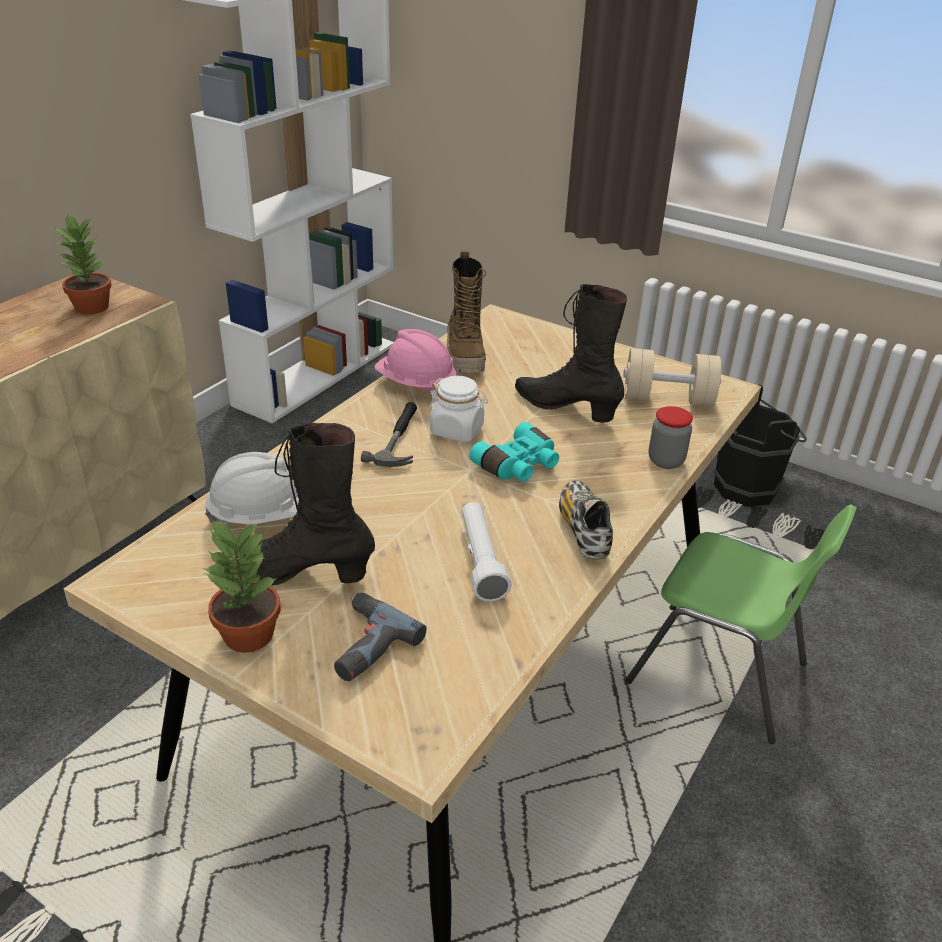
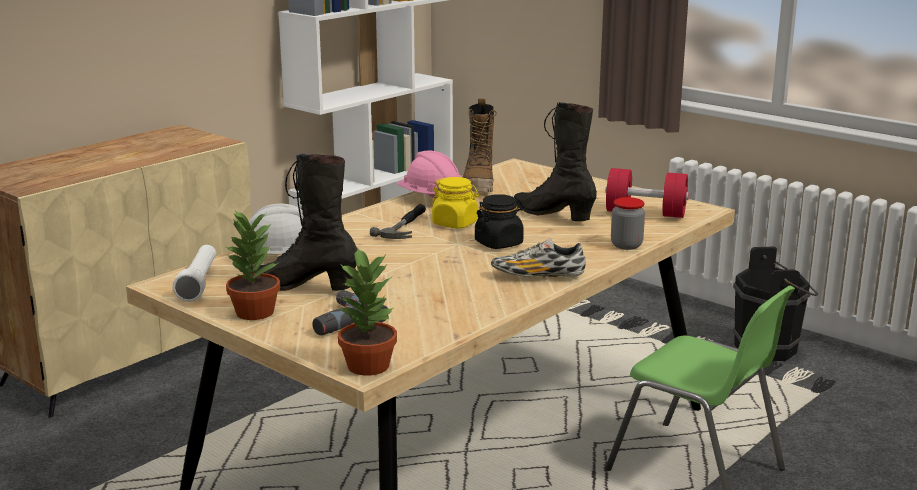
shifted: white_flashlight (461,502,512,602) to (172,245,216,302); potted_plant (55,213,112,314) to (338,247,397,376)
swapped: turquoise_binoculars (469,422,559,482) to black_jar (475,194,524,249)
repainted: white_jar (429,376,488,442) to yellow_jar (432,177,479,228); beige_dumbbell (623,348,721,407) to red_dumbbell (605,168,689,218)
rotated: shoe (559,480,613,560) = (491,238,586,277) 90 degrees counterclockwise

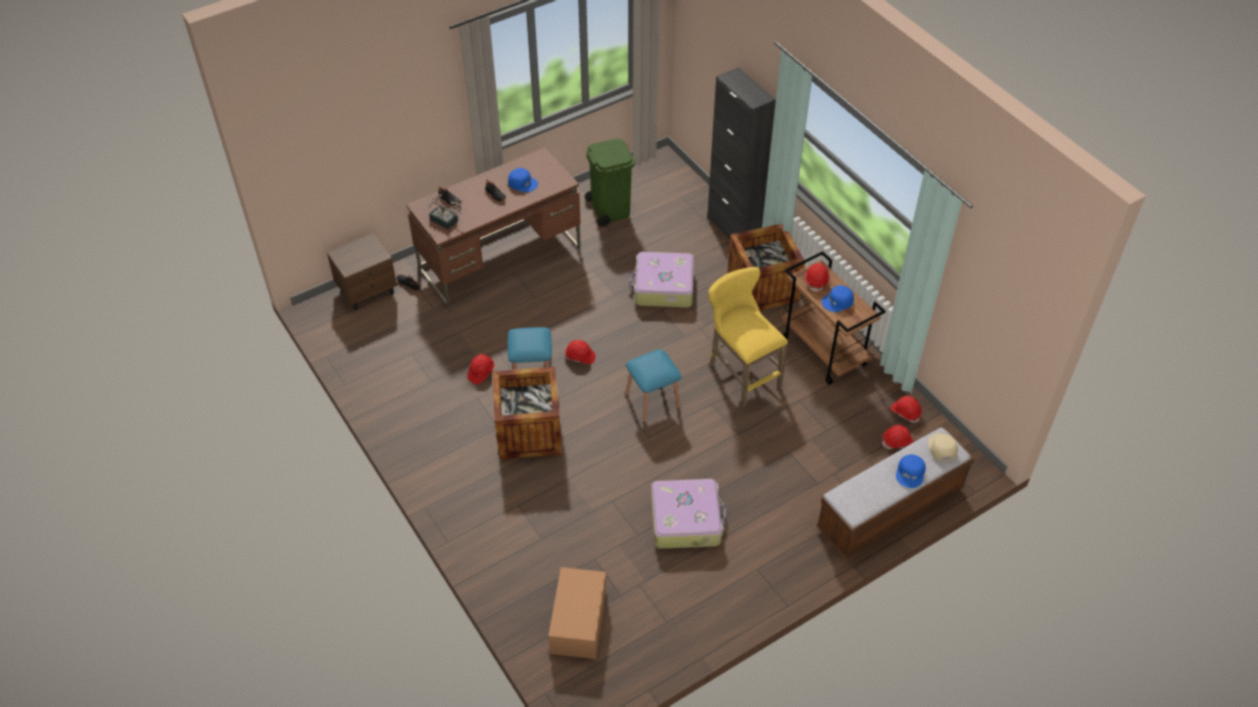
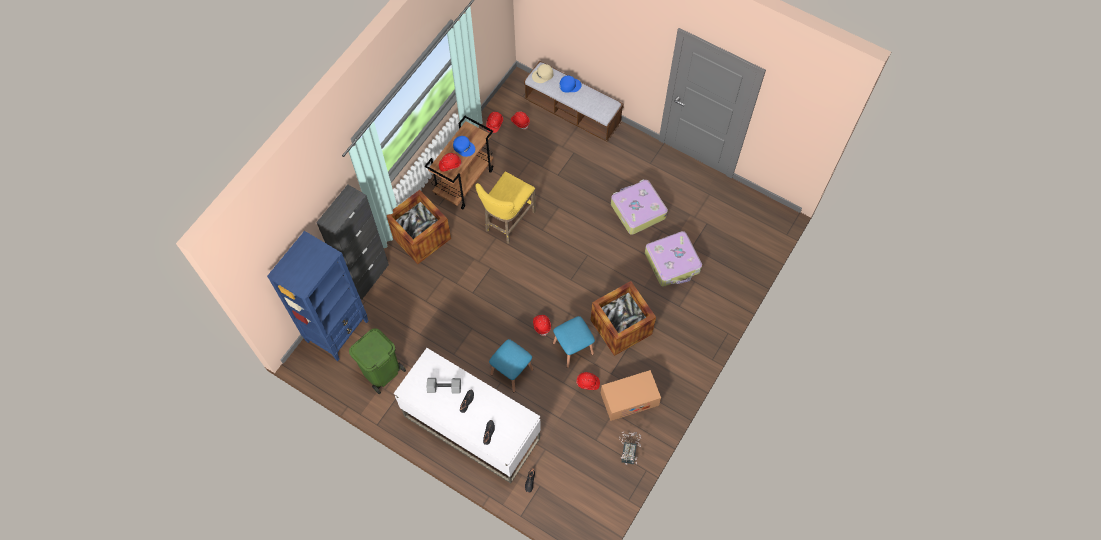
gone: brown_nightstand (327,233,397,310)
new: blue_bookcase (267,231,368,361)
shifted: blue_stool (626,349,681,423) to (489,339,533,392); cardboard_box (548,567,606,659) to (601,370,661,421); potted_plant (423,194,464,230) to (619,431,642,465); suitcase (629,252,694,307) to (645,231,702,287)
swapped: blue_cap (508,168,538,192) to grey_dumbbell (427,378,461,394)
repainted: brown_desk (406,147,581,308) to white_desk (394,348,541,484)

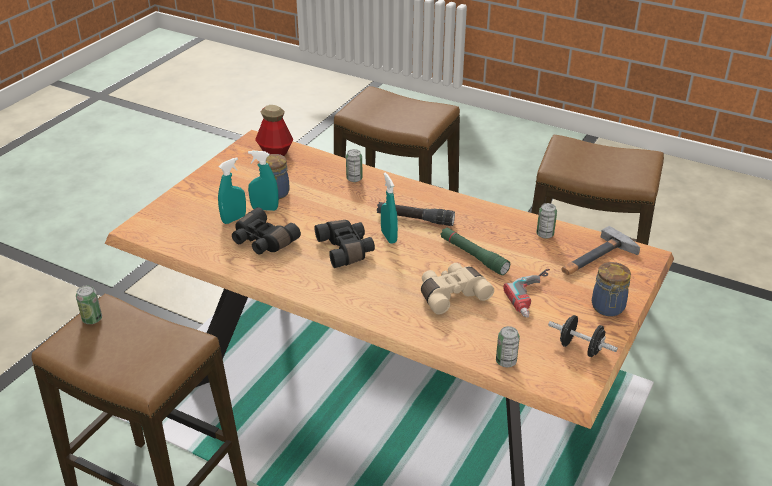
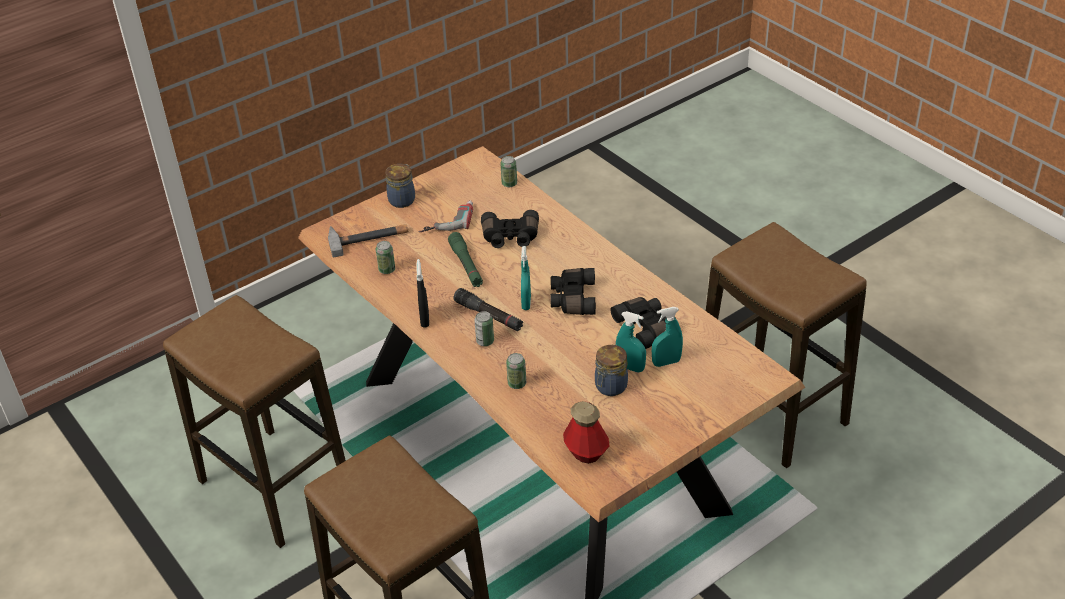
gone: black_dumbbell (548,315,618,357)
new: black_spray_bottle (416,259,429,328)
shifted: can (76,285,102,324) to (474,311,494,346)
repainted: beige_binoculars (421,263,494,315) to black_binoculars (481,210,539,248)

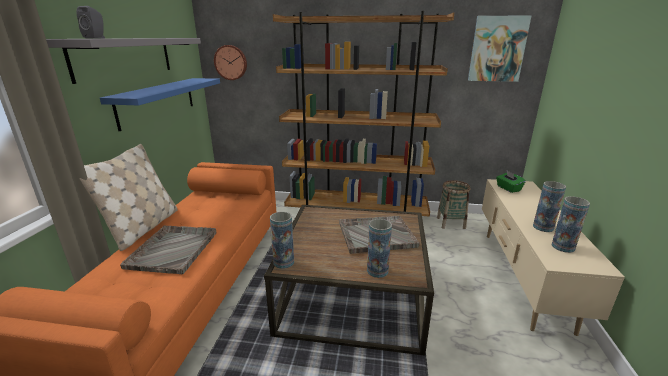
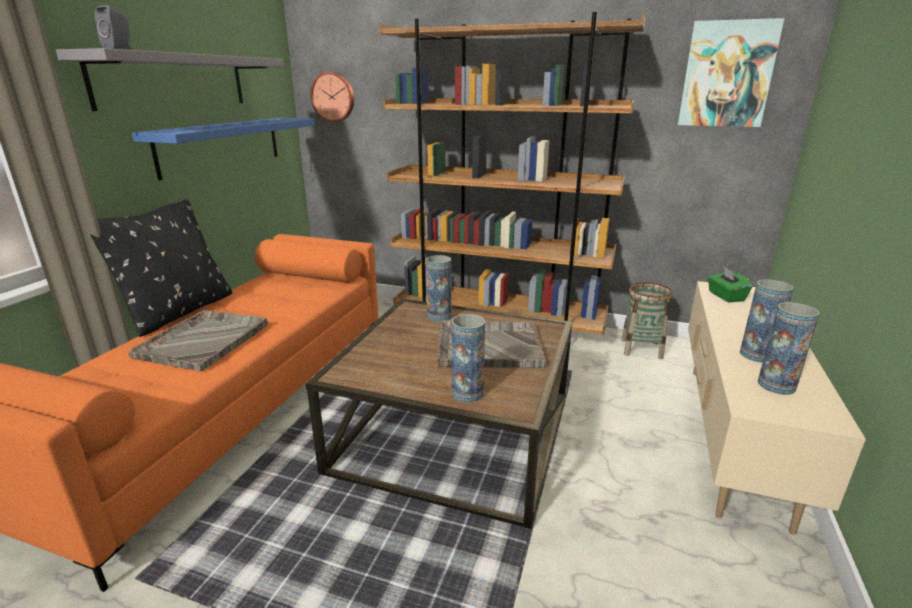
shifted: vase (270,212,294,269) to (426,255,452,322)
repainted: beige_pillow (79,144,178,251) to black_pillow (90,199,232,337)

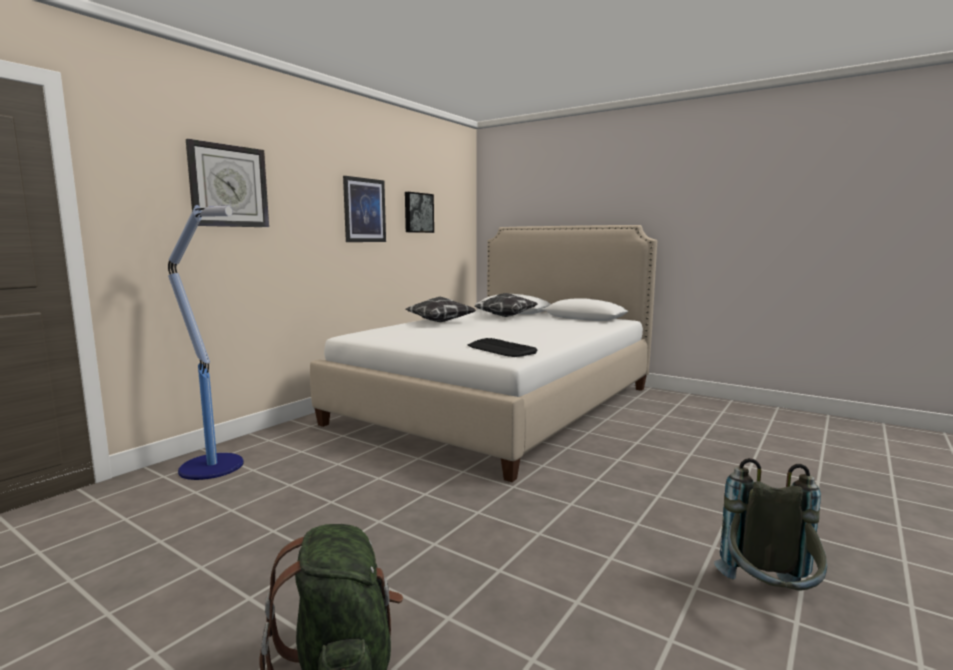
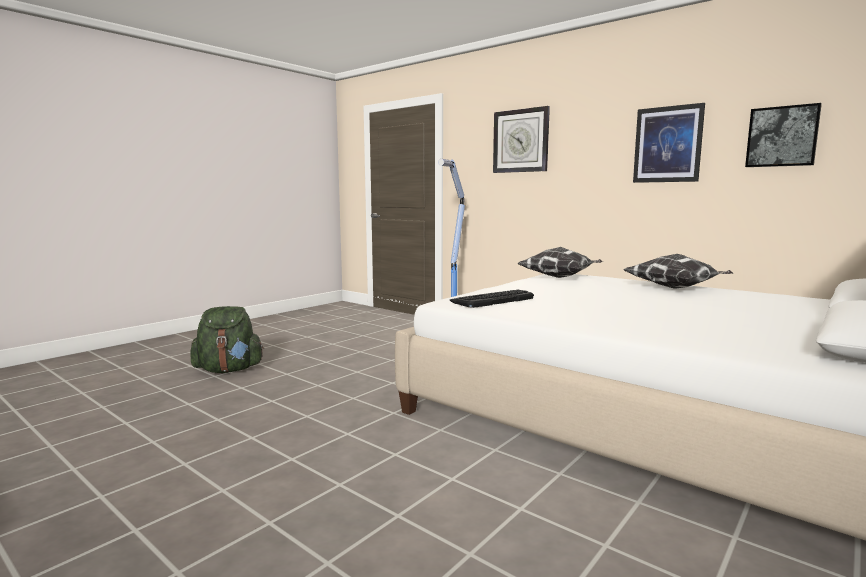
gone: grey_backpack (714,458,827,591)
shifted: pillow (475,293,537,317) to (517,247,603,278)

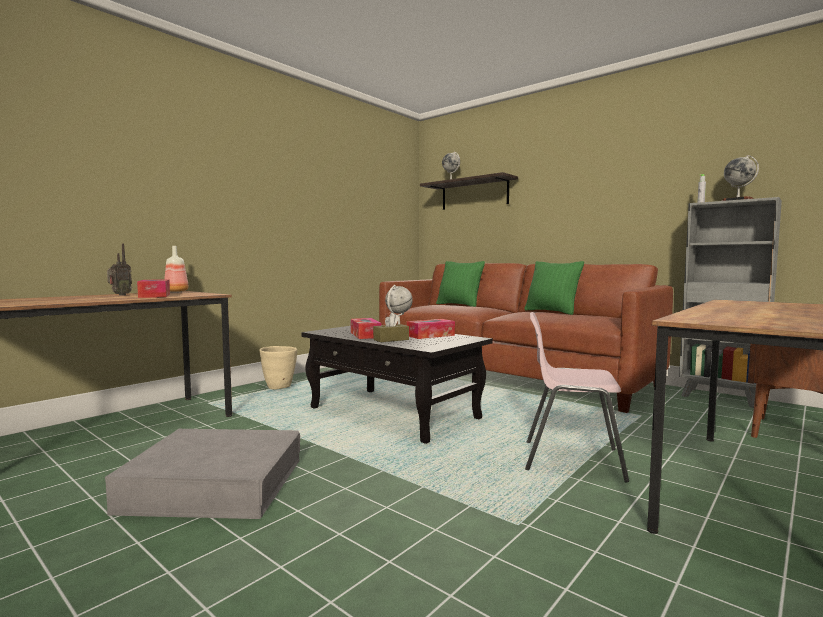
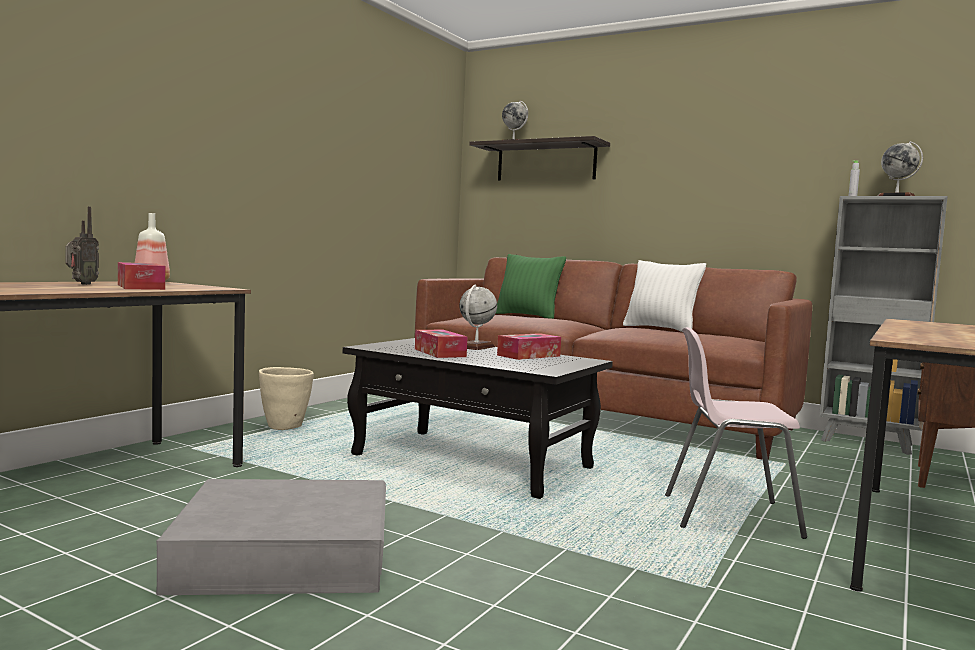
gone: brown_tissue_box (373,313,409,342)
repainted: green_pillow (524,261,584,315) to white_pillow (623,260,706,332)

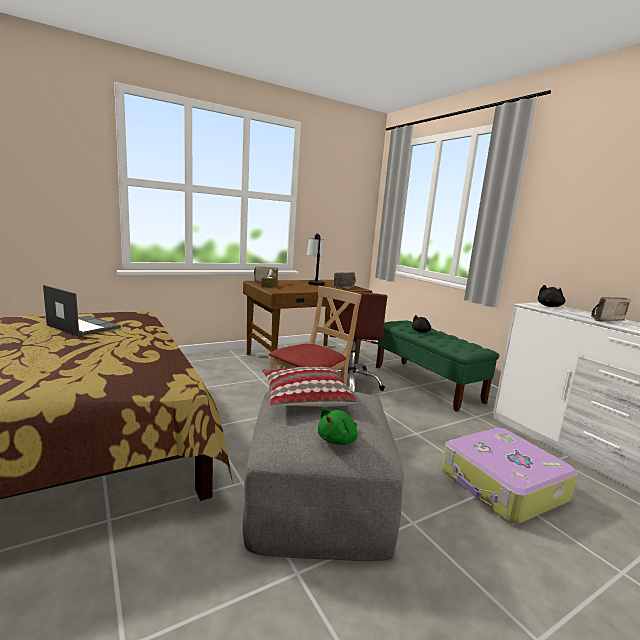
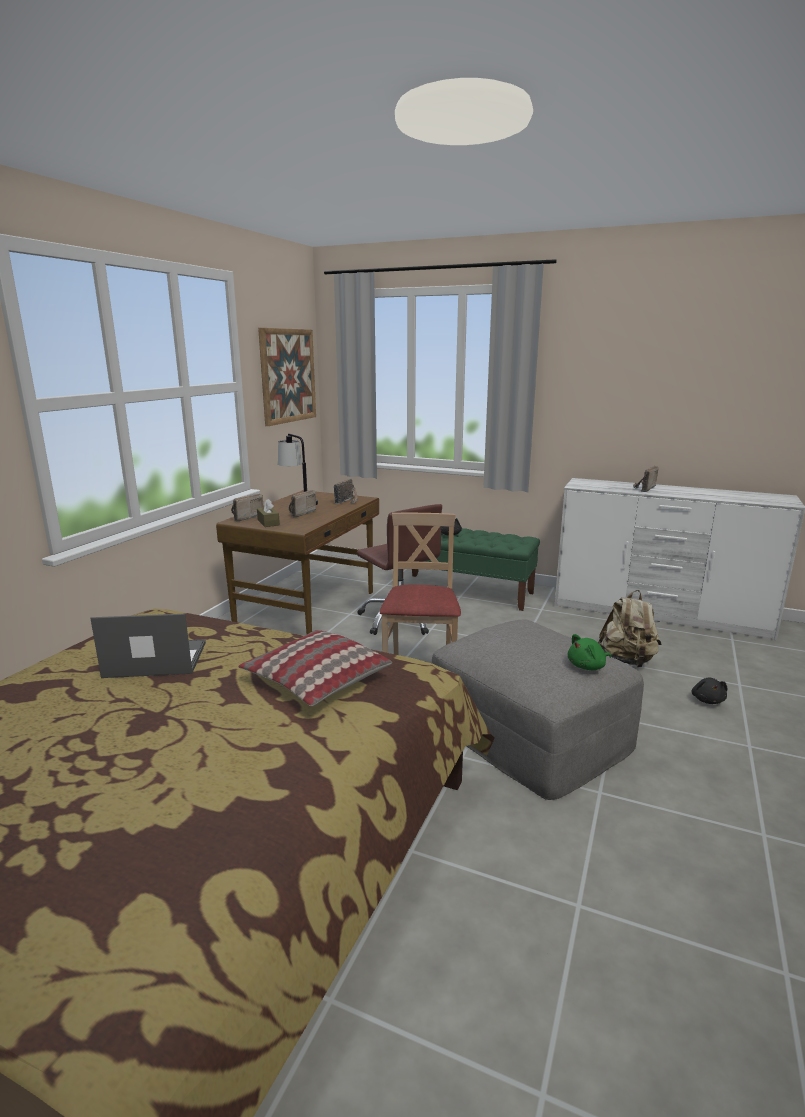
new: picture (258,328,316,426); radio (289,490,316,517)
shifted: pillow (262,367,357,407) to (238,630,392,706); black_plush_toy (538,285,565,307) to (692,678,728,704)
swapped: suitcase (441,428,578,524) to beige_backpack (598,590,661,667)
rotated: green_plush_toy (318,407,358,445) = (568,634,611,670) 60 degrees clockwise

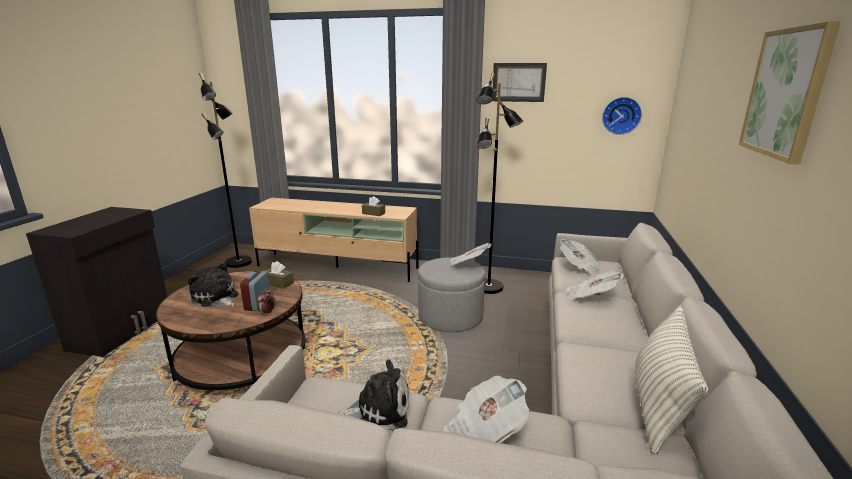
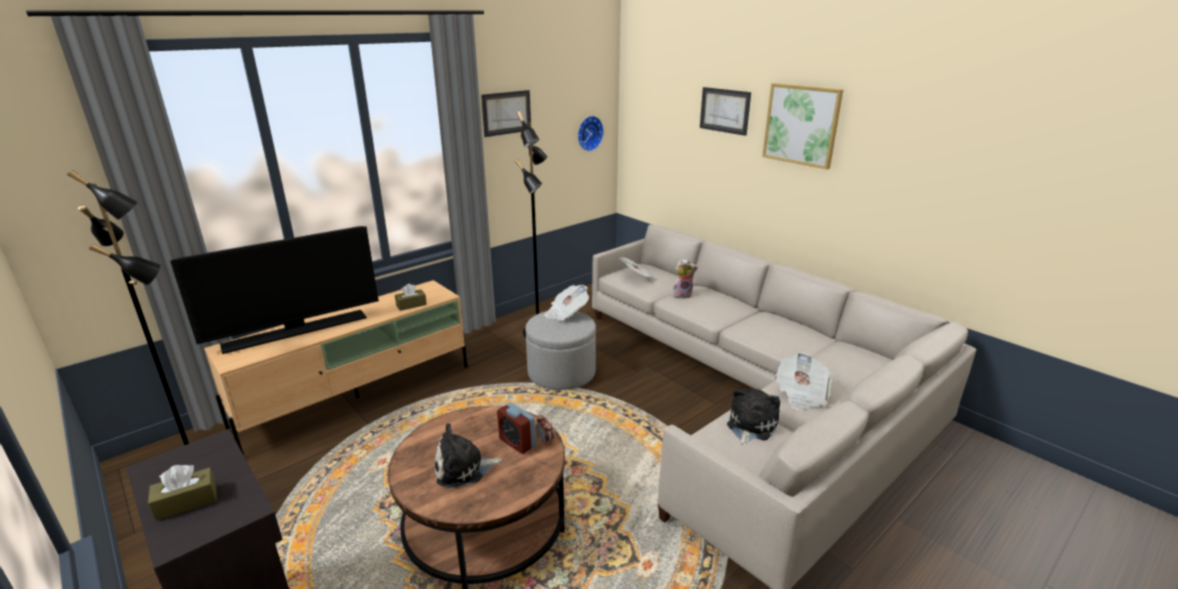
gone: pillow (635,305,709,455)
new: television (170,226,379,354); picture (700,87,751,136)
shifted: brown_tissue_box (264,261,294,289) to (148,465,217,521)
swapped: newspaper (566,271,624,300) to plush_toy (672,259,698,299)

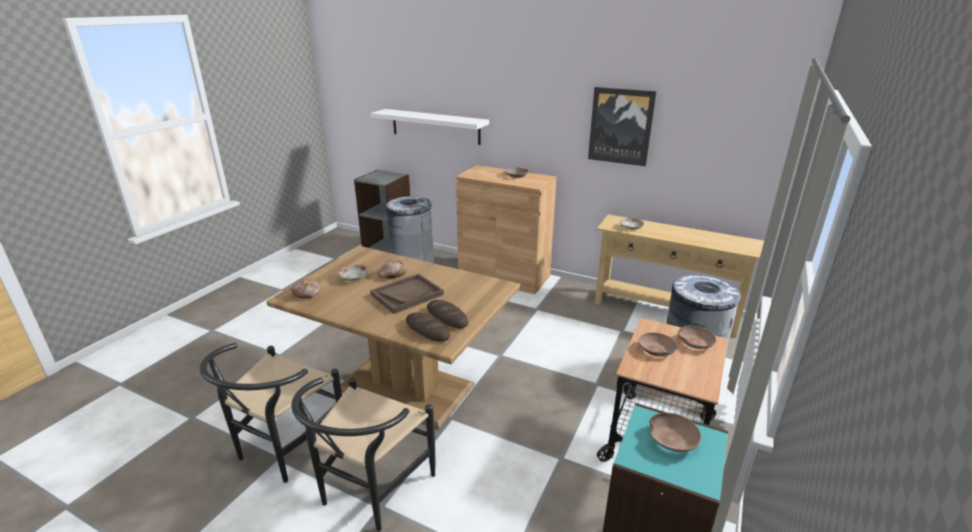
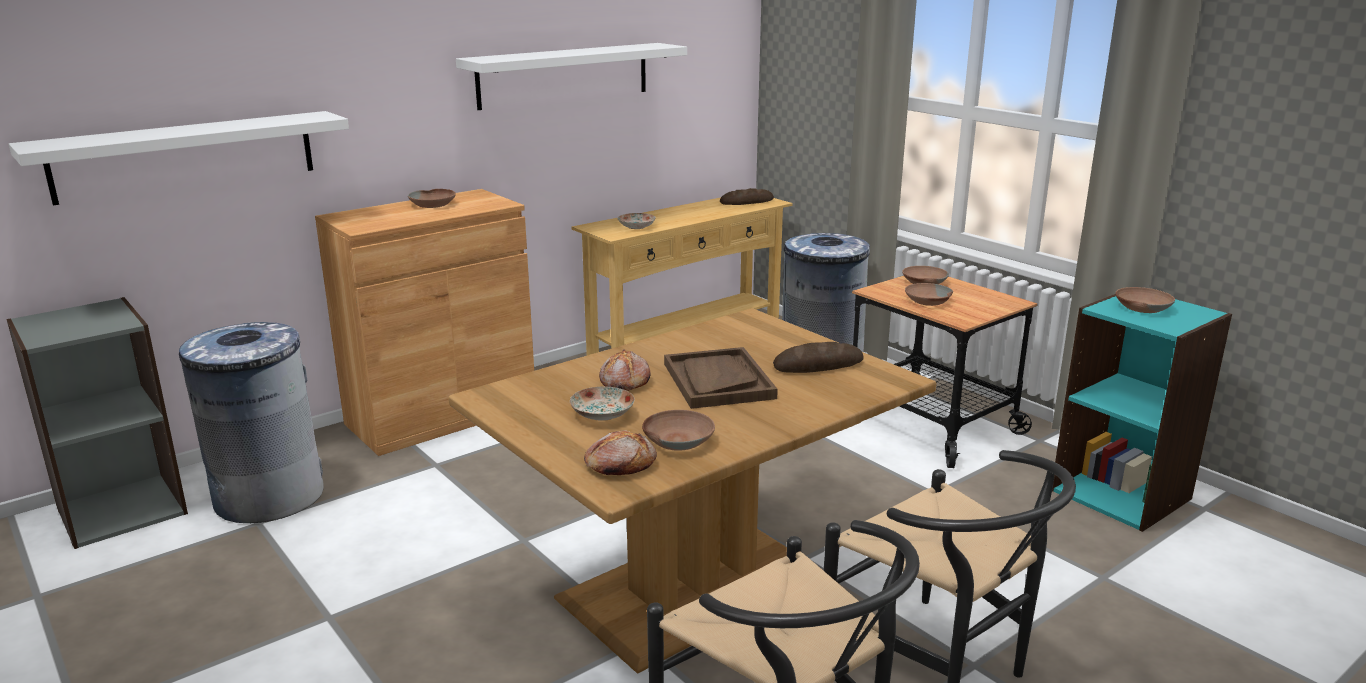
new: brown_bowl (642,410,715,451)
shifted: bread (406,312,450,342) to (720,188,774,205)
swapped: picture (588,87,657,166) to white_shelf (456,43,687,110)

